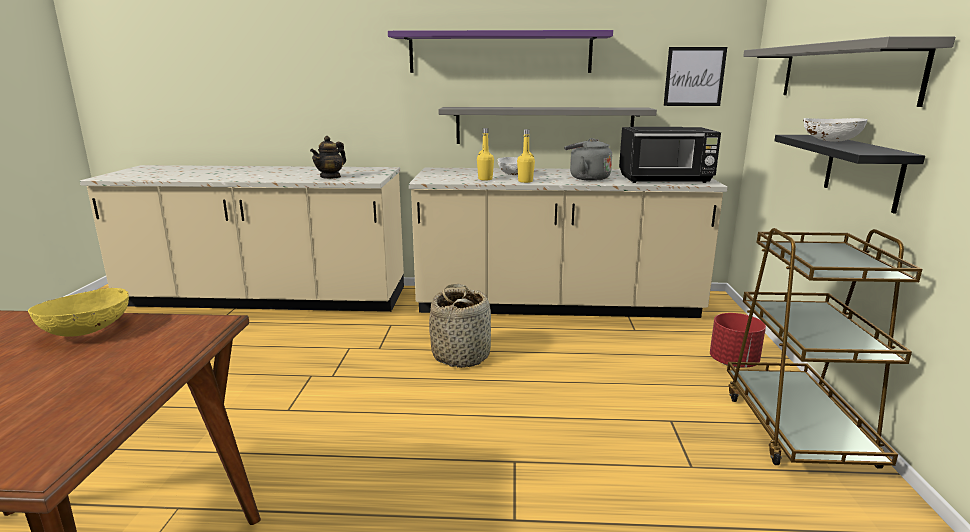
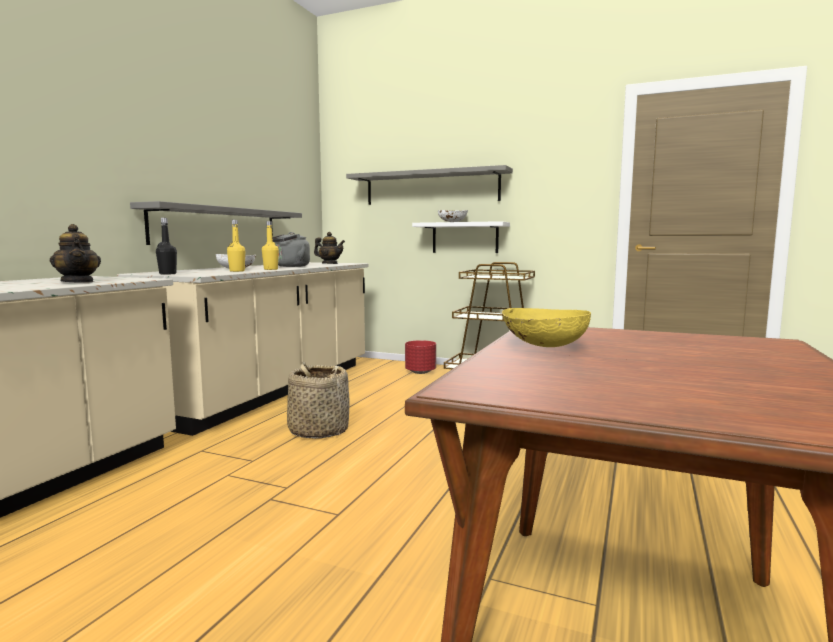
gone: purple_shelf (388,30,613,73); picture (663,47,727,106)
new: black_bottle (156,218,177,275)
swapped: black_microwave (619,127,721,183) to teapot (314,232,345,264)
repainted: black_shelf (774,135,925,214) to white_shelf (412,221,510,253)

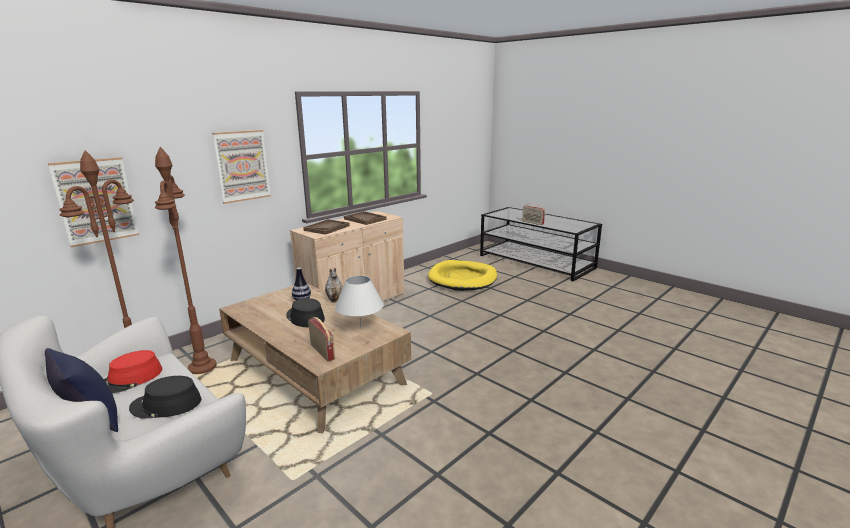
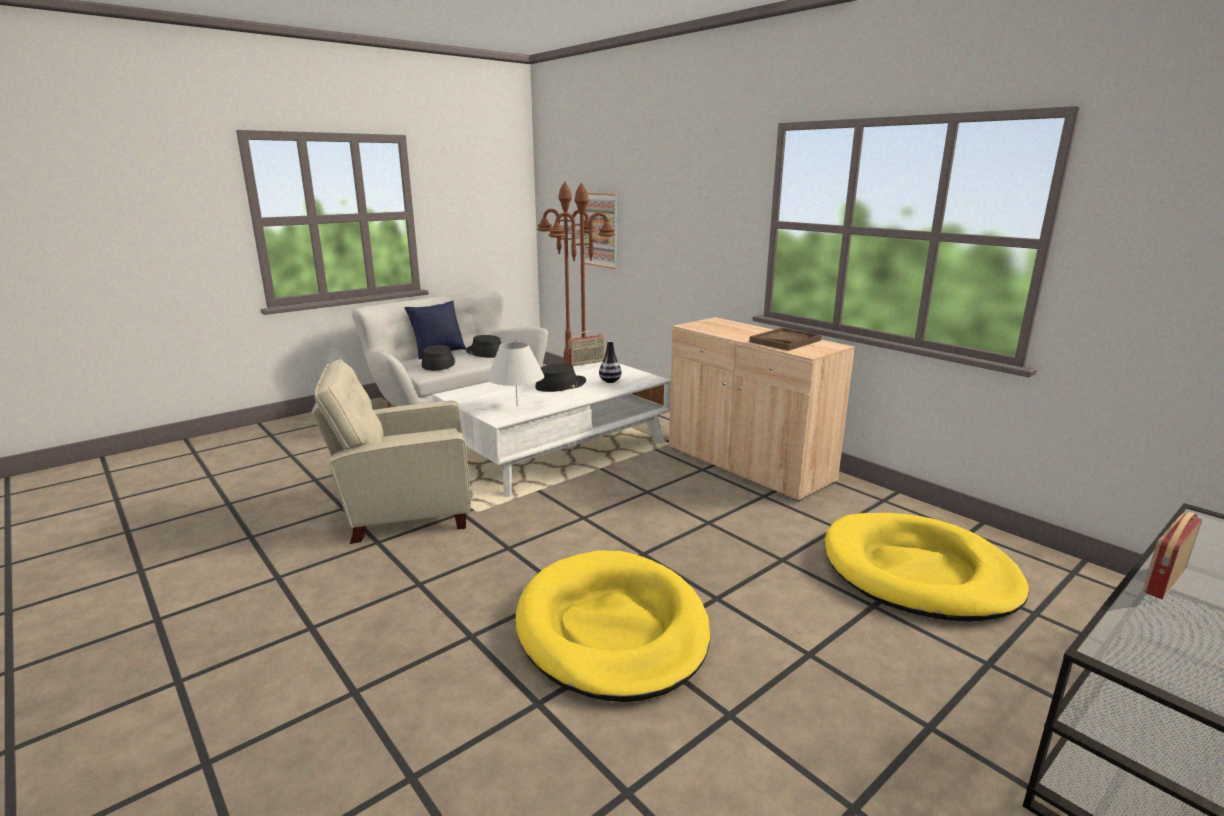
gone: picture (212,130,271,204); brown_tray (303,219,350,235); vase (325,268,343,303)
new: beige_armchair (311,359,471,544); yellow_dog_bed (516,551,710,702)
shifted: radio (308,317,335,362) to (568,331,605,366)
repainted: brown_coffee_table (219,284,411,433) to white_coffee_table (432,362,671,497); red_hat (104,350,162,393) to black_hat (466,335,501,358)

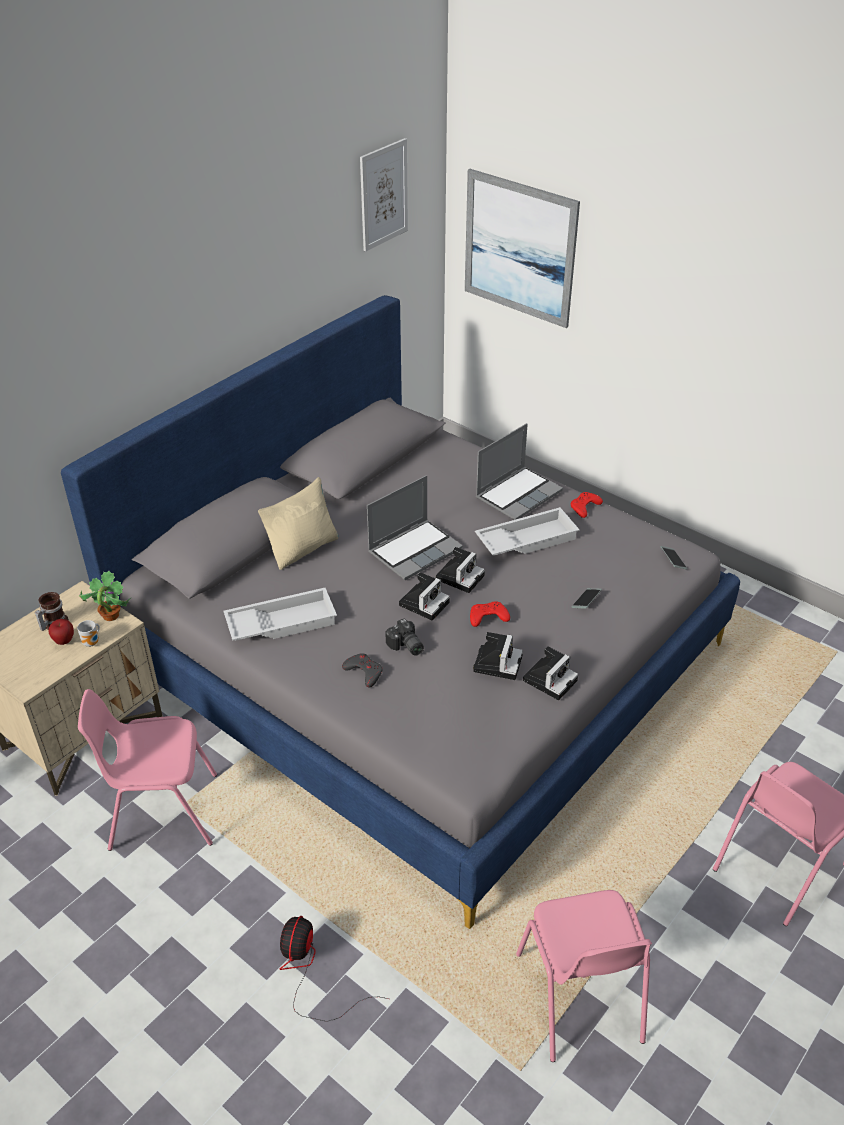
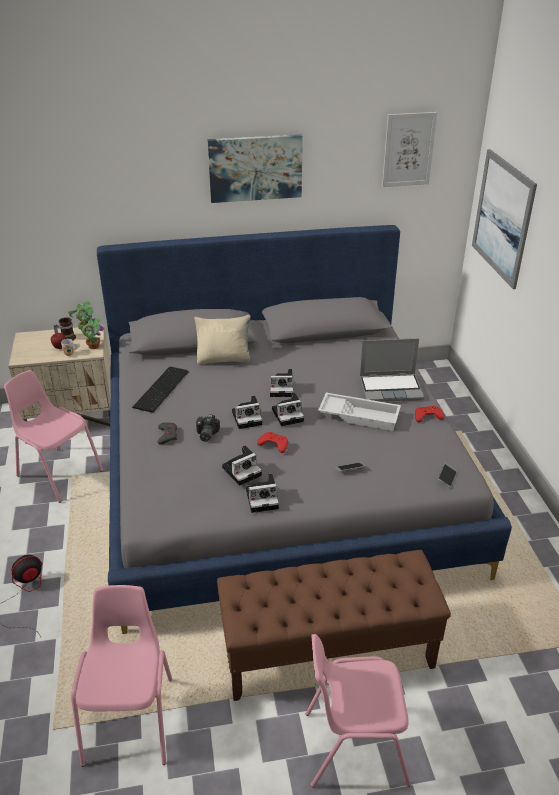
new: potted_plant (68,300,96,332); picture (207,134,303,203); brown_bench (217,550,451,701)
swapped: white_tray (224,588,337,641) to keyboard (132,367,189,413); laptop (367,475,463,580) to photo_camera (270,369,293,397)
rotated: pink_chair (516,890,652,1062) = (71,585,172,767) 150 degrees clockwise

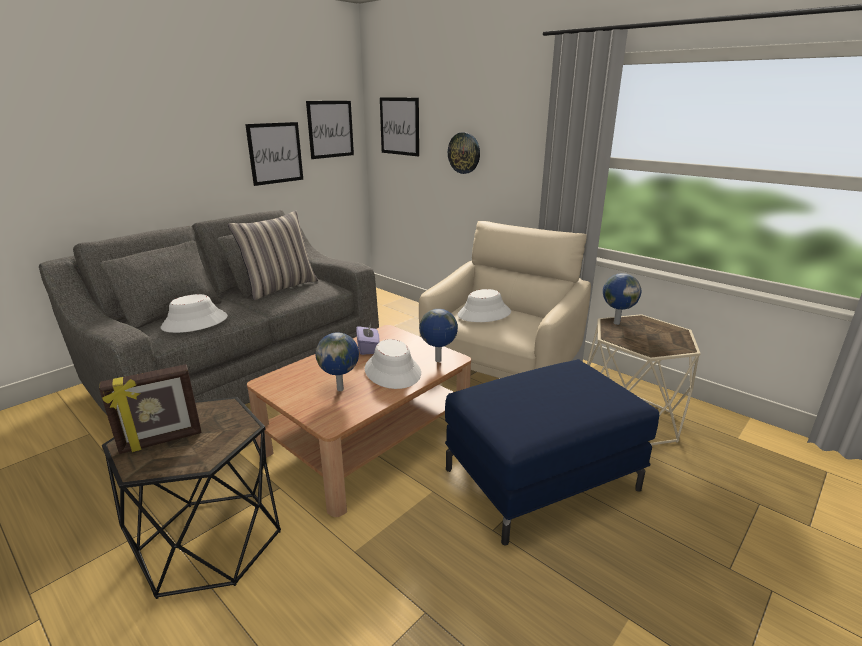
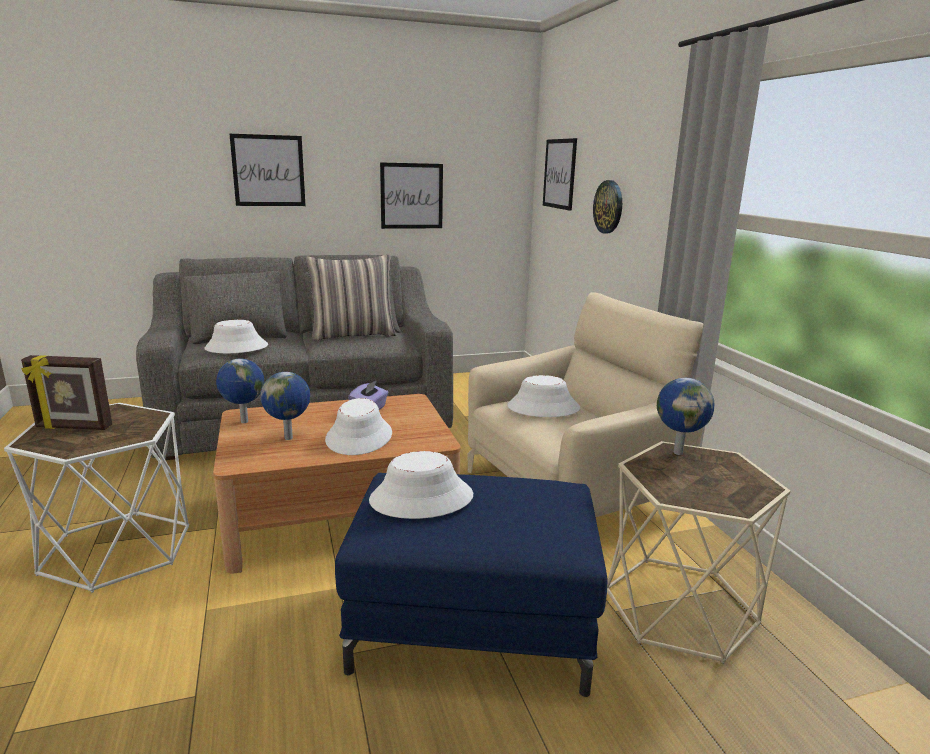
new: white_hat (369,451,473,519)
shifted: globe (419,309,458,362) to (216,358,264,423); picture (306,101,354,159) to (230,134,306,206)
repainted: black_side_table (102,397,281,599) to white_side_table (4,403,189,593)

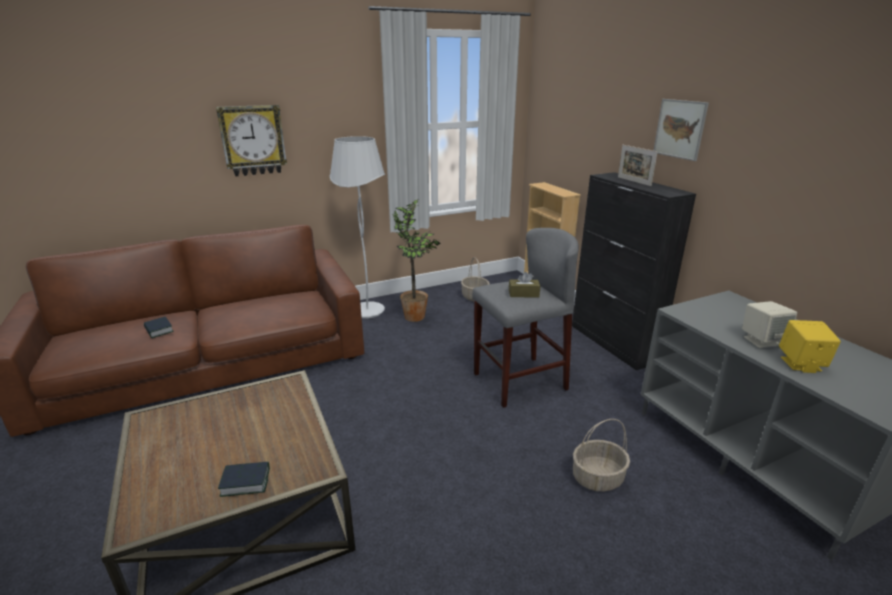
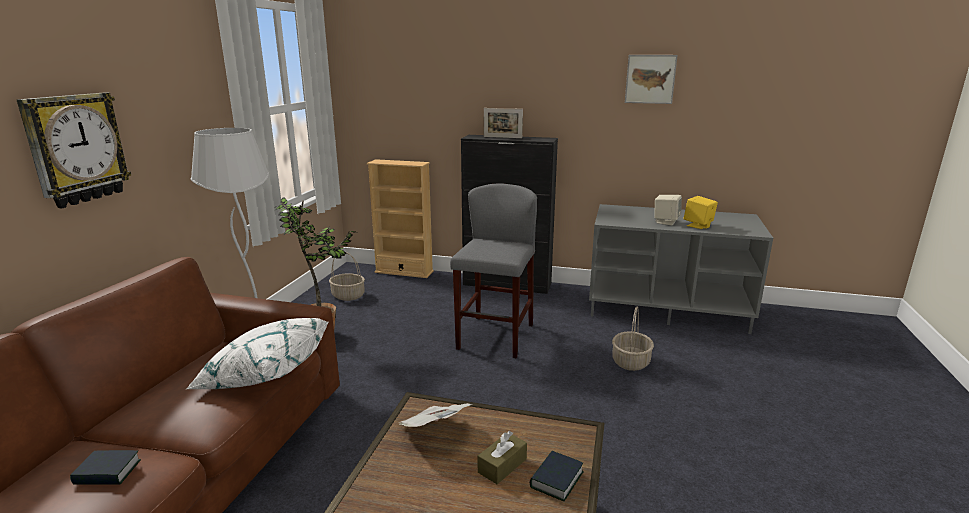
new: white_pillow (186,318,329,389); newspaper (399,403,471,427)
shifted: brown_tissue_box (509,272,540,297) to (478,431,527,484); picture (653,99,709,161) to (625,55,678,104)

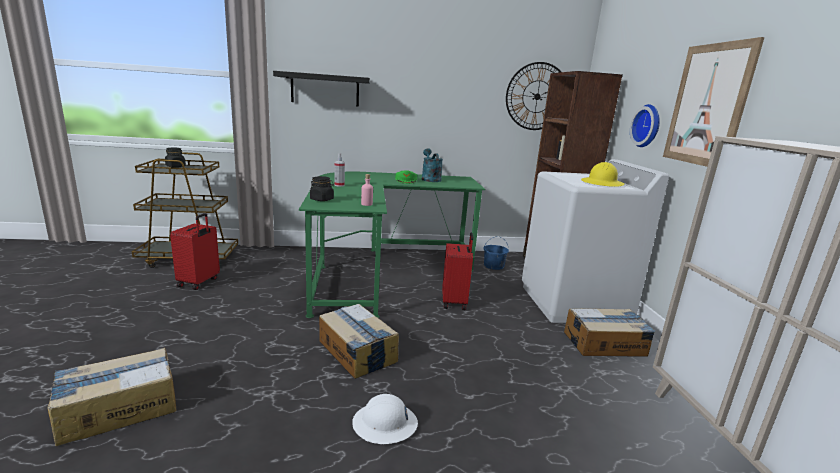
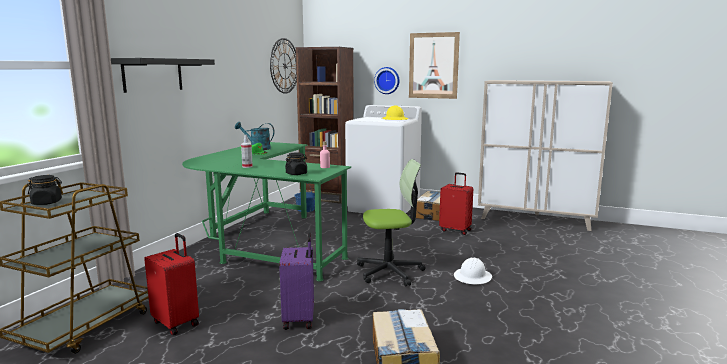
new: purple_suitcase (279,233,314,330)
shifted: red_suitcase (442,233,473,310) to (439,172,473,235)
swapped: cardboard_box (319,304,399,379) to office_chair (357,159,426,286)

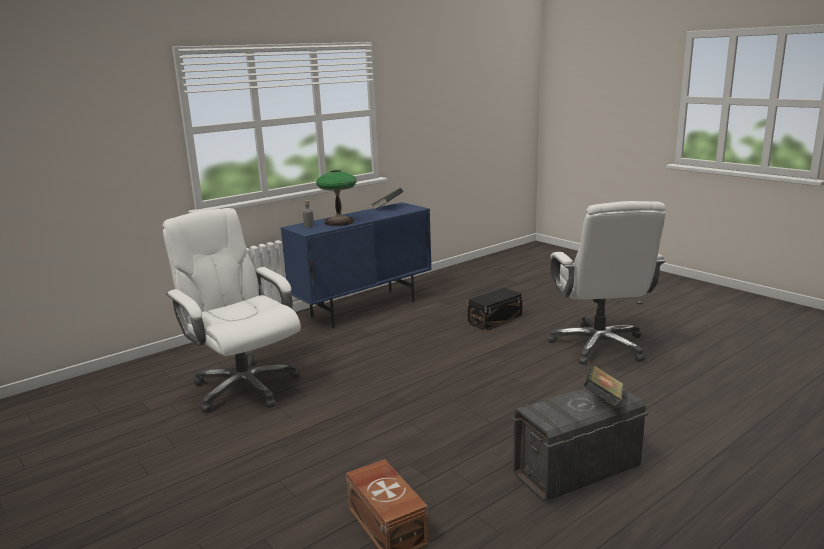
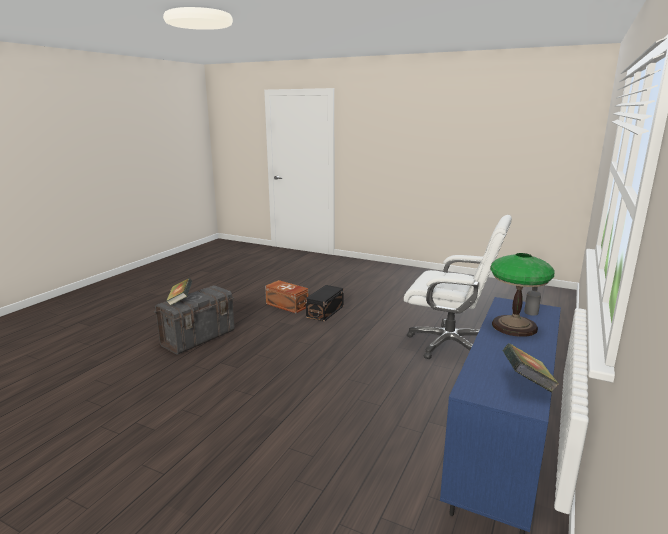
gone: white_office_chair (548,201,666,365)
shifted: black_storage_box (468,288,522,331) to (306,285,344,322)

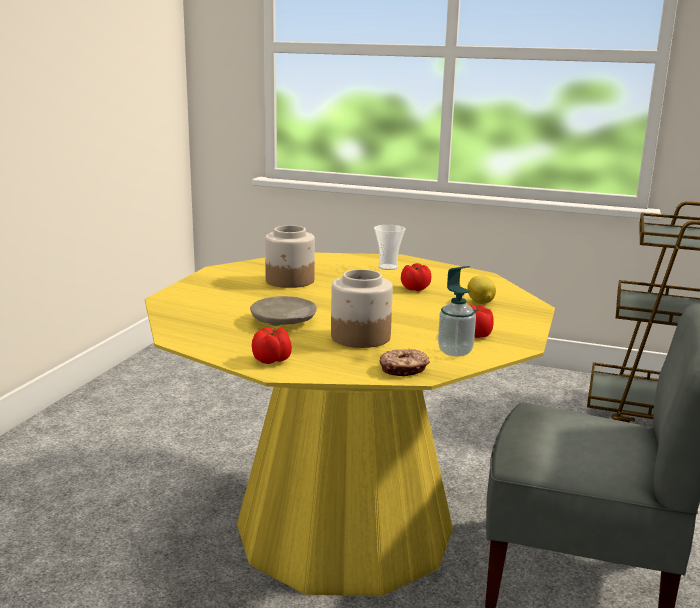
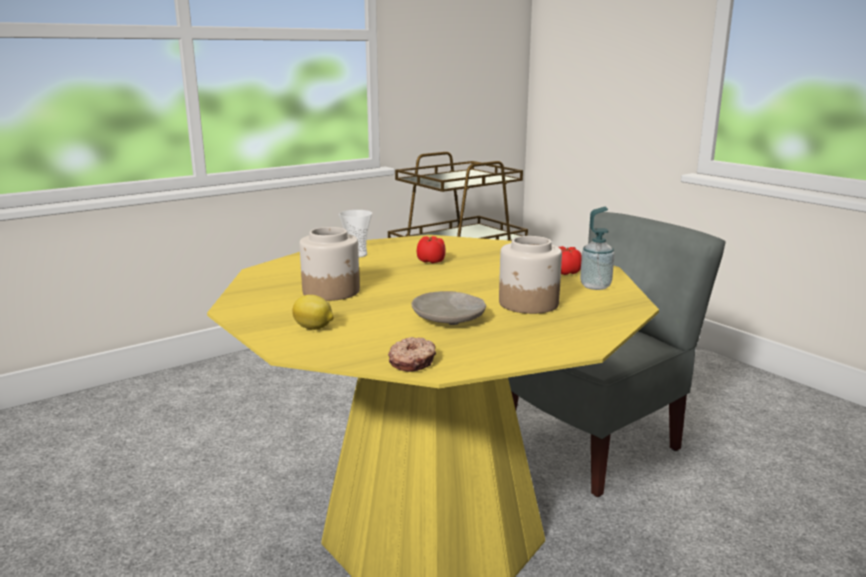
gone: tomato (252,327,292,364)
shifted: lemon (467,275,496,304) to (292,295,334,330); donut (379,348,430,376) to (388,337,436,372)

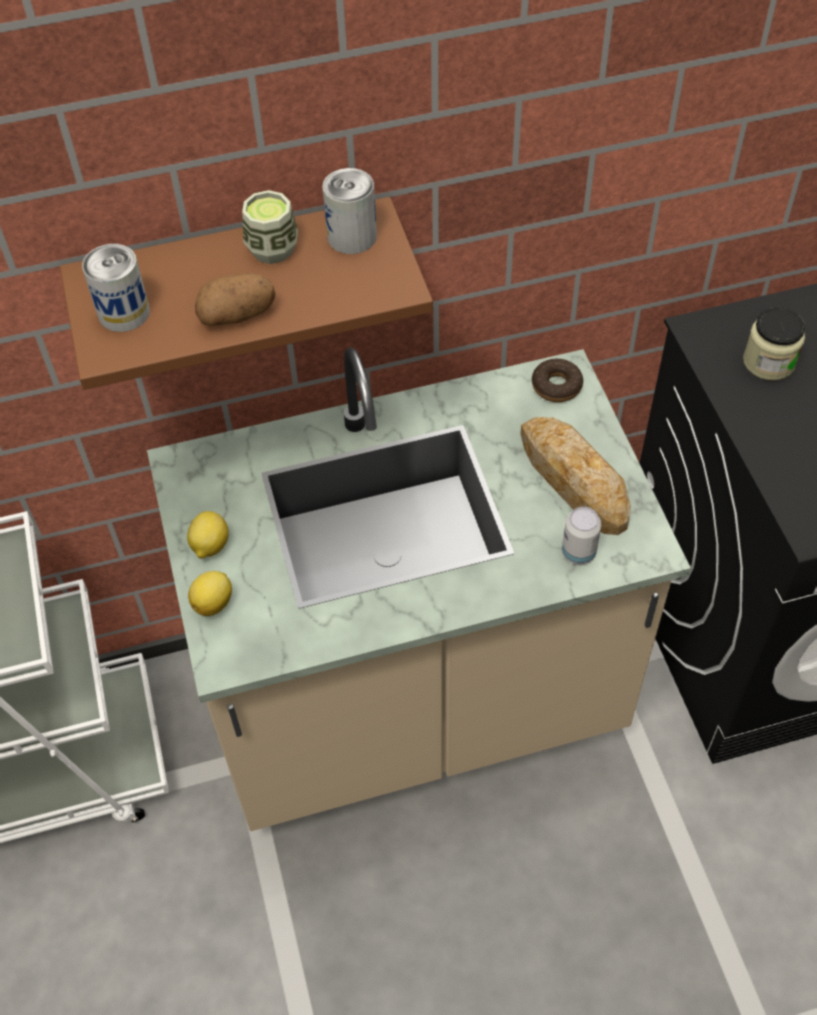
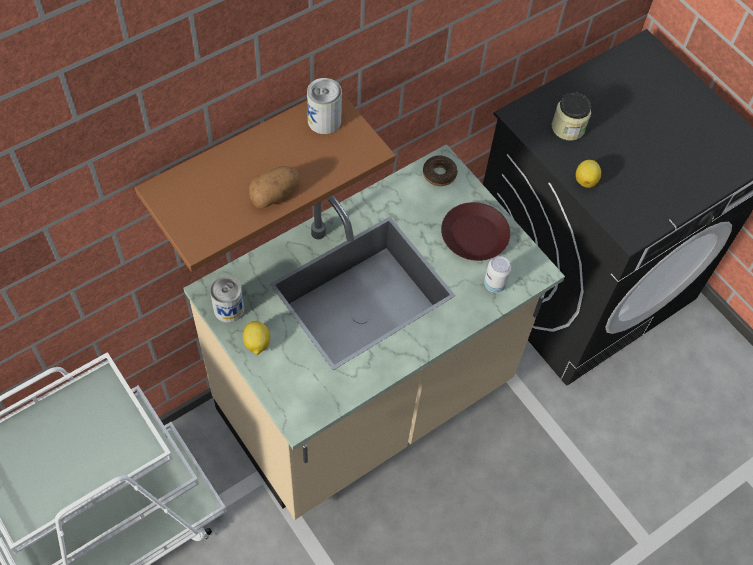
gone: cup (242,190,298,264)
shifted: can (82,244,150,332) to (210,276,244,323); lemon (188,571,232,616) to (576,160,601,188)
swapped: bread (521,417,631,535) to brown_plate (441,202,510,261)

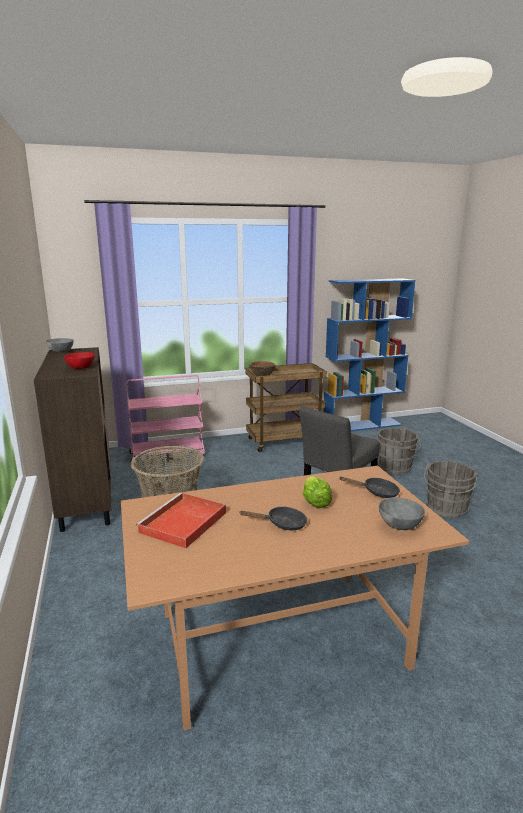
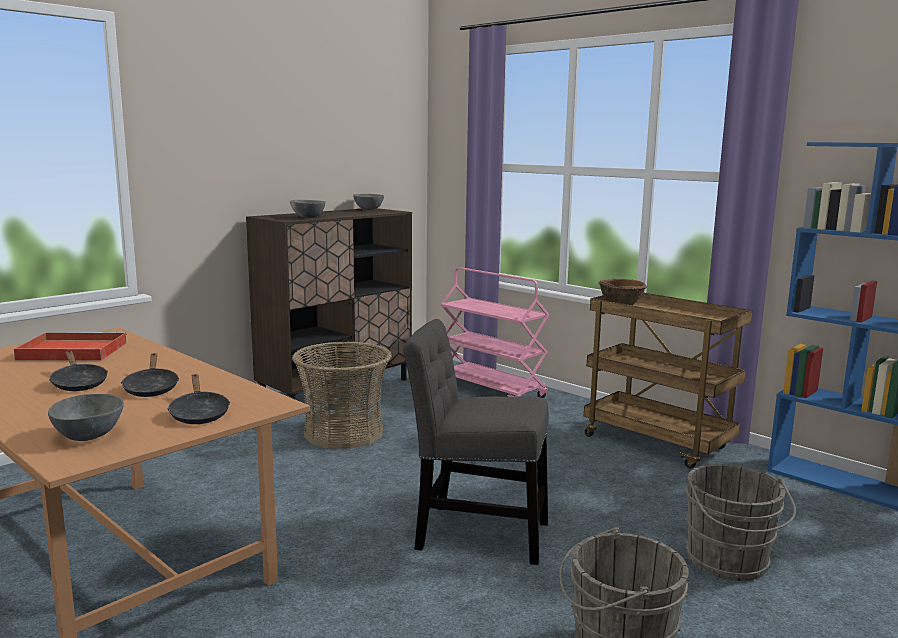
swapped: lettuce (303,476,332,508) to black_frying_pan (121,353,179,397)
repainted: red_bowl (64,352,95,369) to grey_bowl (290,200,326,218)

